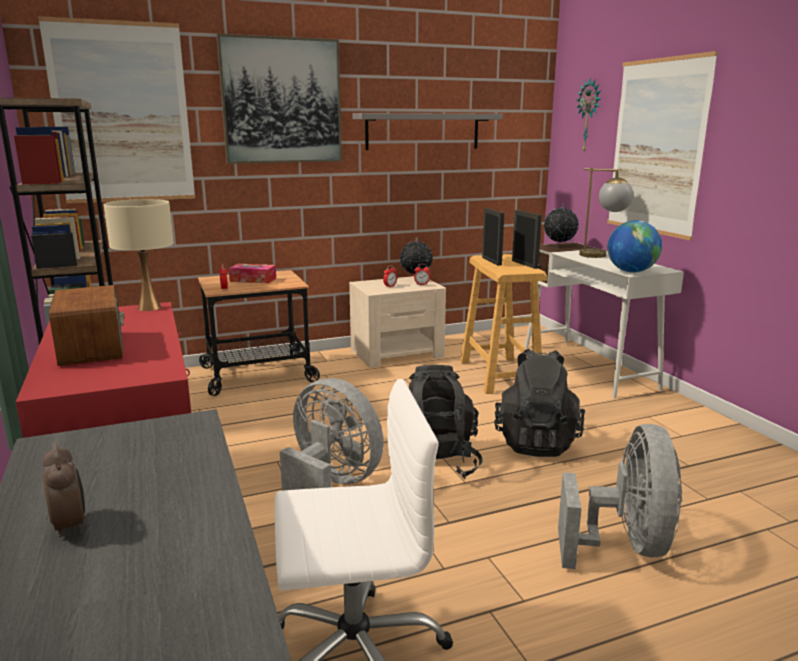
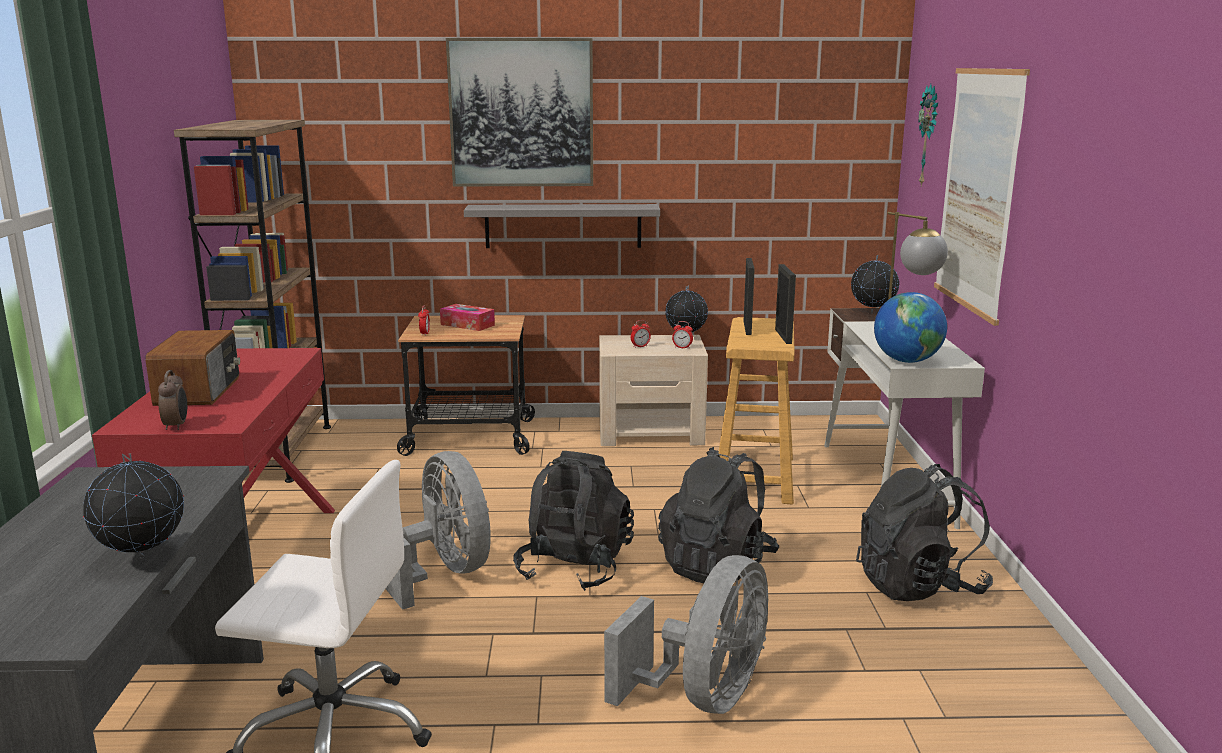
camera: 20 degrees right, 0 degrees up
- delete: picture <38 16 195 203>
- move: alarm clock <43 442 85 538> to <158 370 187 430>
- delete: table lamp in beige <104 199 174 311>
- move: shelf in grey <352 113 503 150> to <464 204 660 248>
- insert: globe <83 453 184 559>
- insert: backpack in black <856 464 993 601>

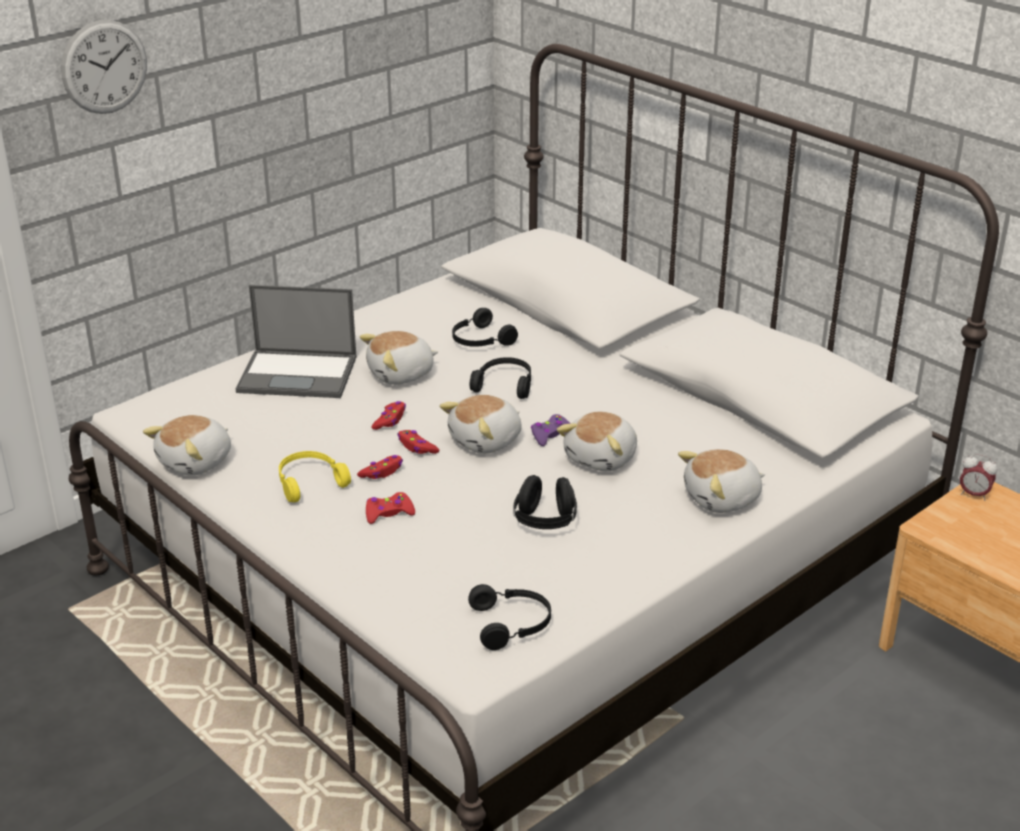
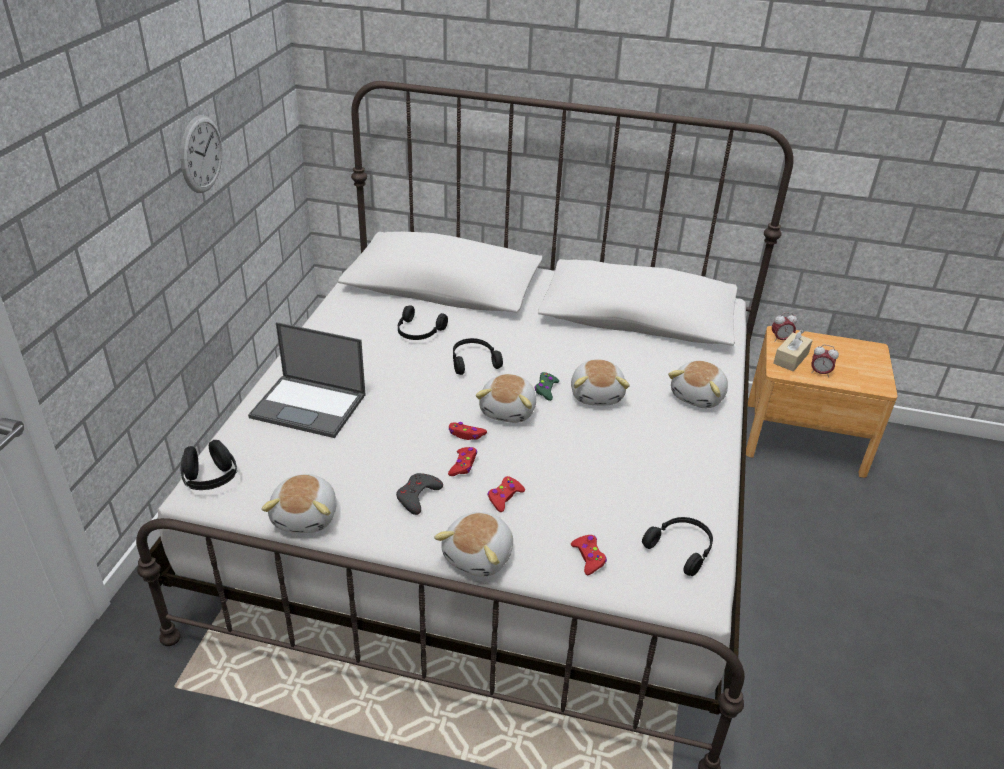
camera: 35 degrees left, 5 degrees up
- move: wall clock <61 20 147 114> to <180 115 223 193>
- rotate: laptop <235 285 356 398> = <248 322 365 438> 45 degrees clockwise
- replace: headphones in yellow <279 451 351 502> to game controller in grey <396 473 443 515>
- move: plush toy <360 331 438 385> to <434 512 513 577>
- move: game controller in red <371 401 406 430> to <571 535 607 575>
- move: headphones in black <514 475 577 529> to <181 440 237 490>
- recolor: game controller in purple <531 414 571 446> to game controller in green <535 372 559 401>
- insert: tissue box in beige <774 330 813 371>
- insert: alarm clock <811 345 839 377>

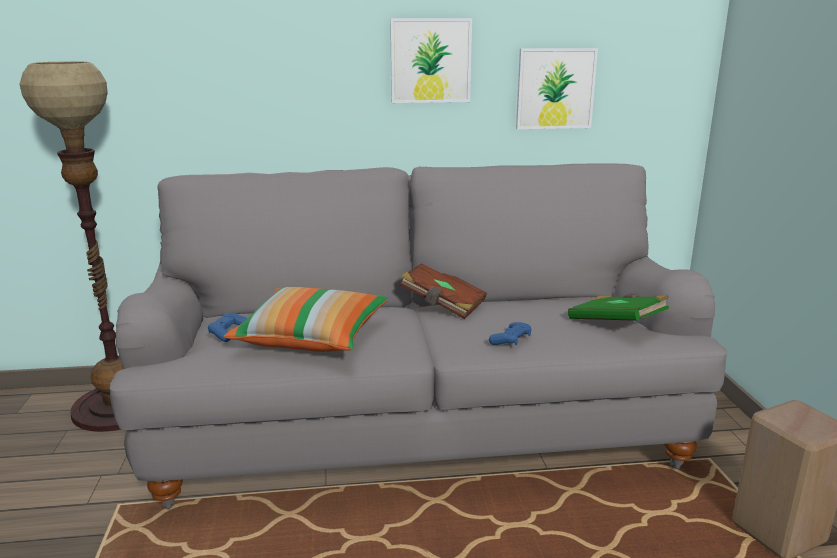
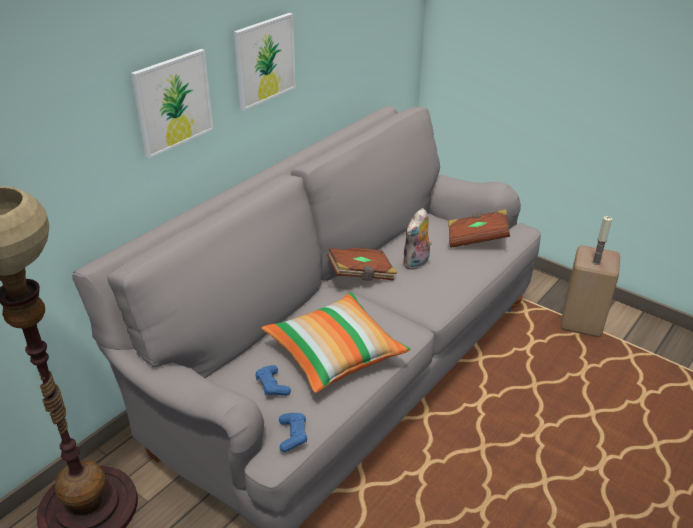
camera: 45 degrees left, 15 degrees up
- move: game controller in blue <489 322 531 345> to <279 413 307 452>
- move: picture <516 48 598 129> to <131 49 213 158>
- recolor: book in green <568 293 669 321> to book in brown <448 209 510 248>
- insert: plush toy <402 208 432 270>
- insert: candle <592 216 612 265>

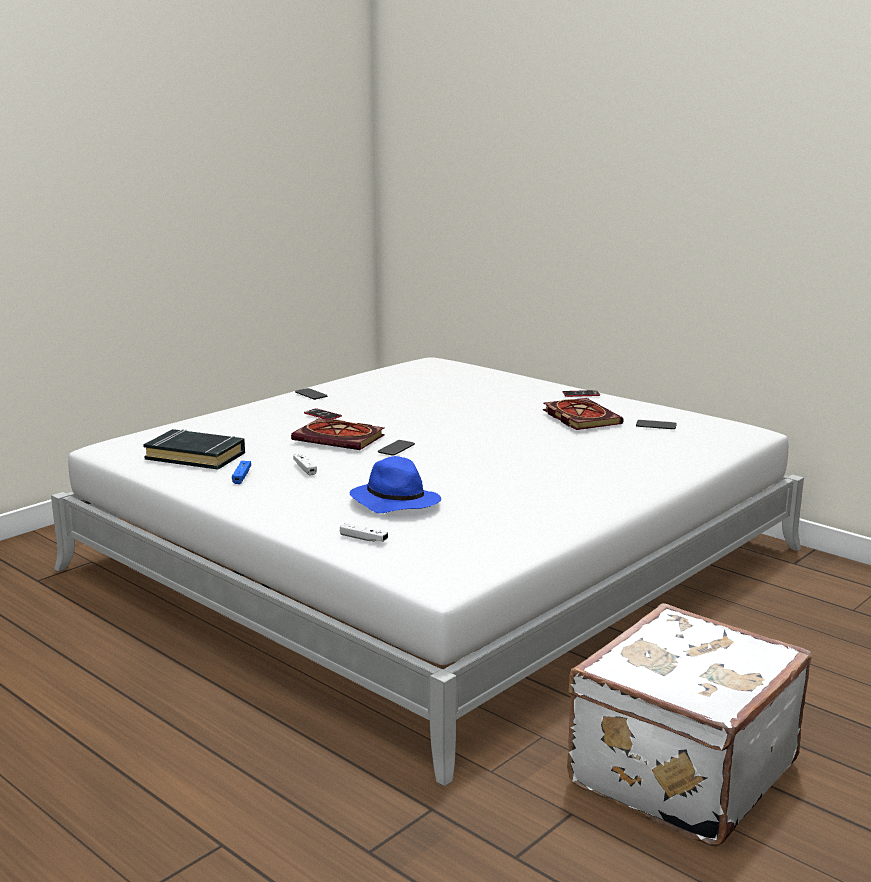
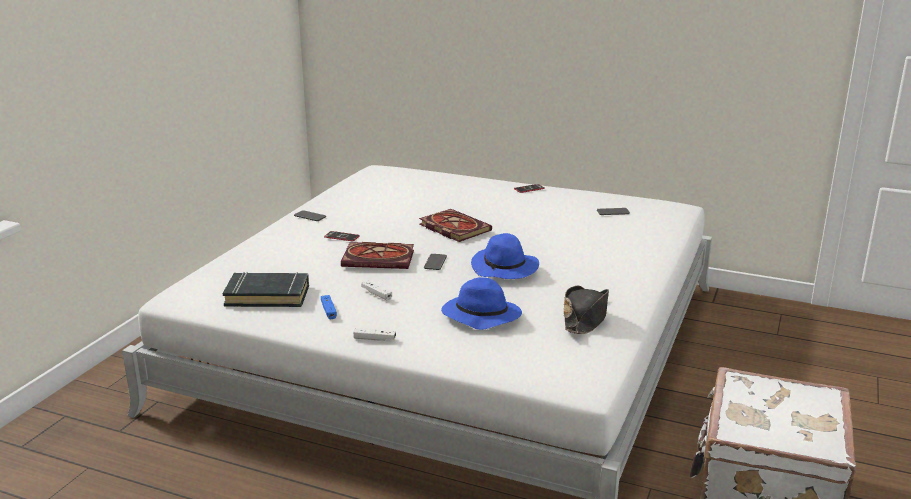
camera: 20 degrees left, 5 degrees up
- move: game controller in white <340 523 388 542> to <353 328 396 341>
- move: book <543 398 624 430> to <419 209 492 242>
- insert: hat in blue <471 233 539 279>
- insert: hat in black <563 285 609 334>

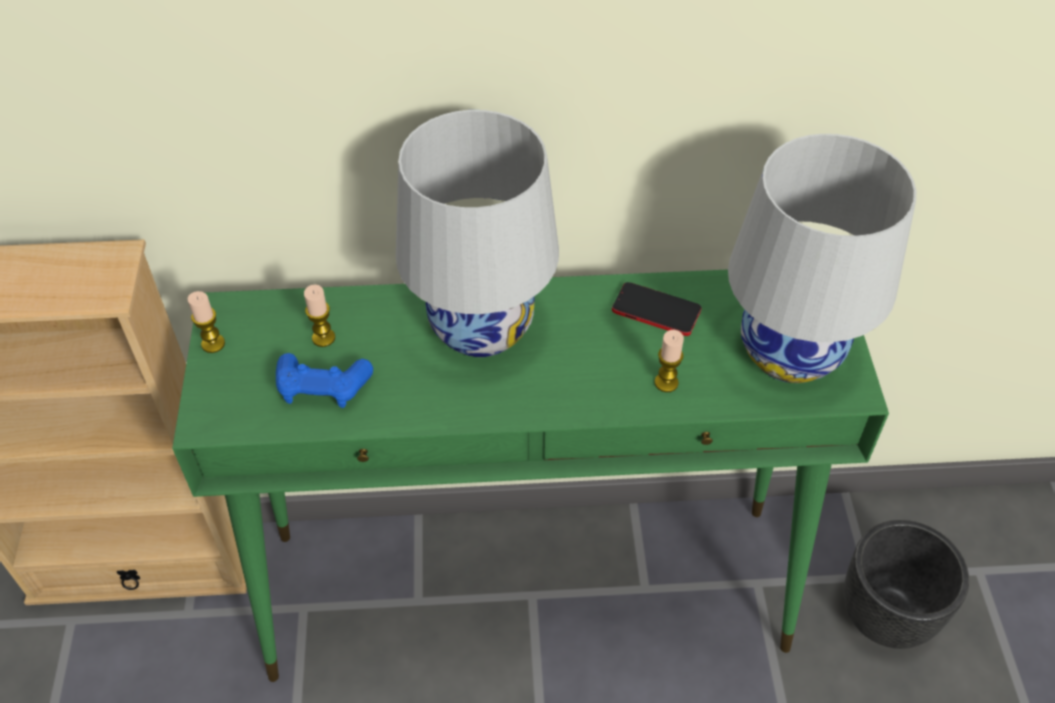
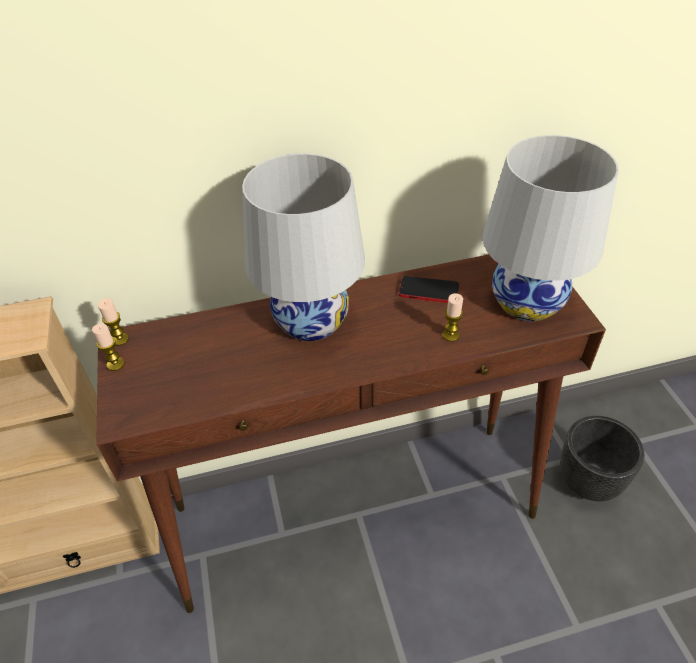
camera: 10 degrees left, 5 degrees down
- recolor: console table in green <172 270 889 682> to console table in brown <96 254 606 613>
- delete: game controller in blue <276 353 373 408>
- move: candle <304 284 335 347> to <98 298 129 346>

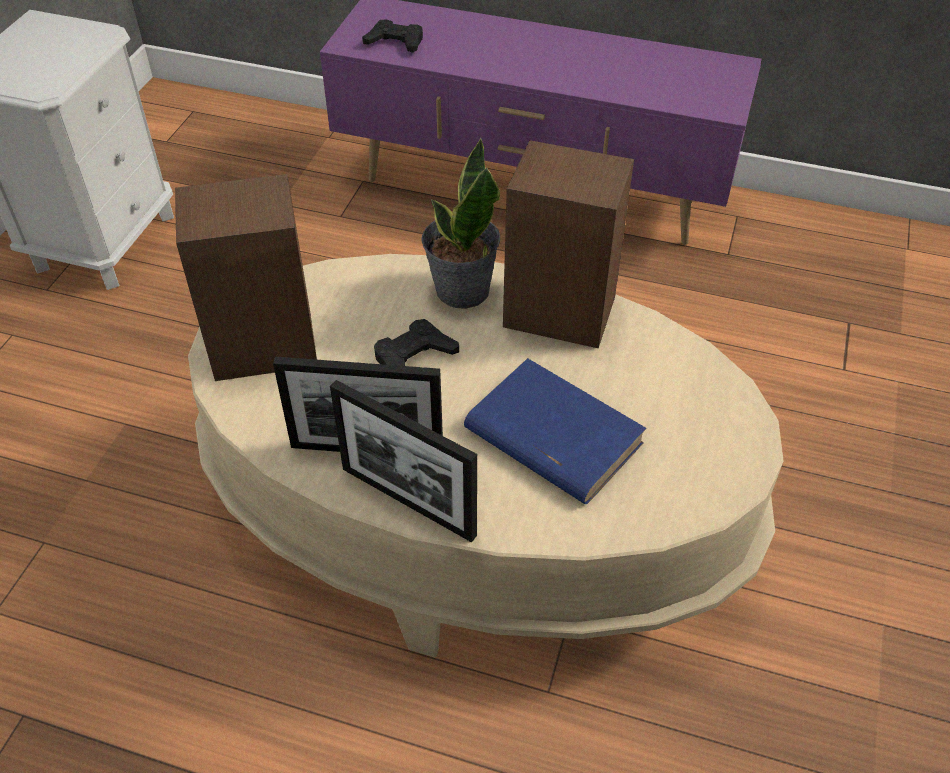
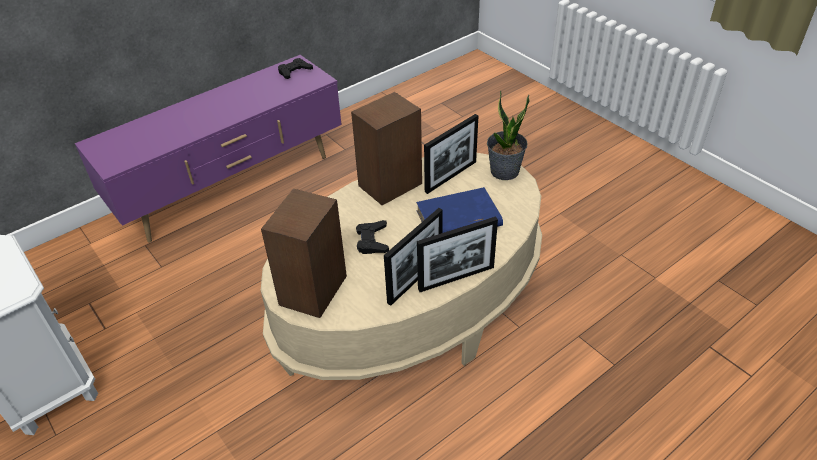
camera: 55 degrees left, 5 degrees down
- move: game controller in black <362 19 423 53> to <278 58 313 79>
- move: potted plant <421 137 500 309> to <487 90 530 180>
- insert: picture frame <424 114 478 194>

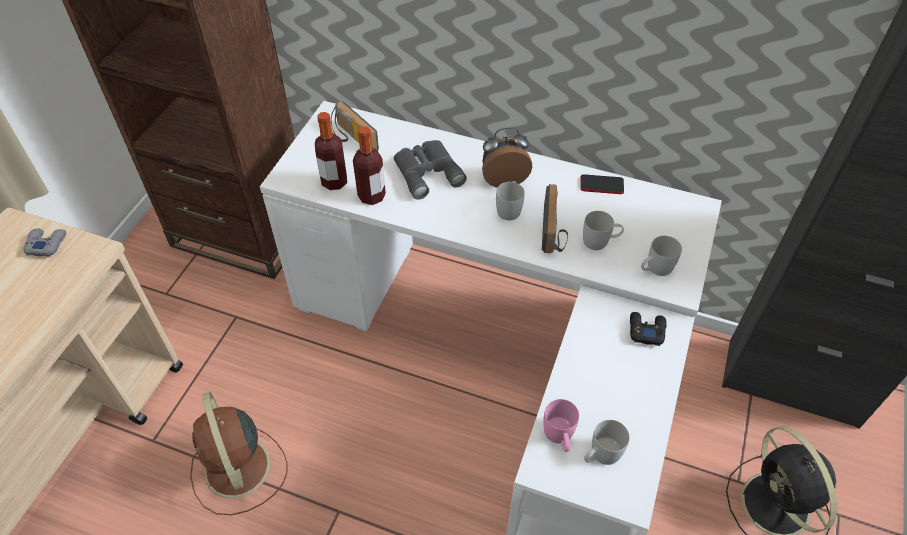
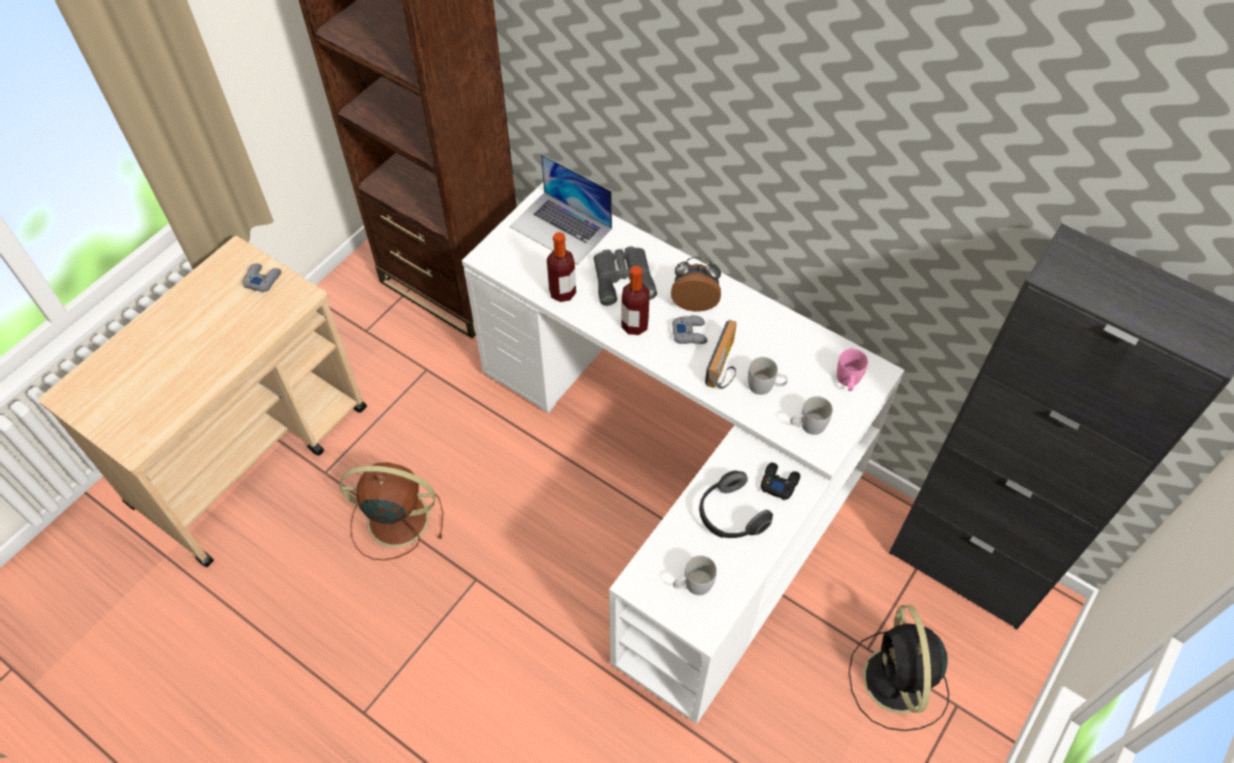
camera: 15 degrees right, 5 degrees up
- rotate: fan in brown <190 392 288 515> = <340 462 443 560> 105 degrees clockwise
- move: bottle <315 112 347 190> to <621 266 650 335>
- replace: radio <331 101 379 151> to laptop <510 154 612 265>
- replace: mug in white <496 181 525 220> to game controller in grey <672 315 708 344>
- move: mug in pink <543 399 579 452> to <837 349 868 391>
- delete: phone <580 174 624 194>
- insert: headphones <699 470 773 538>

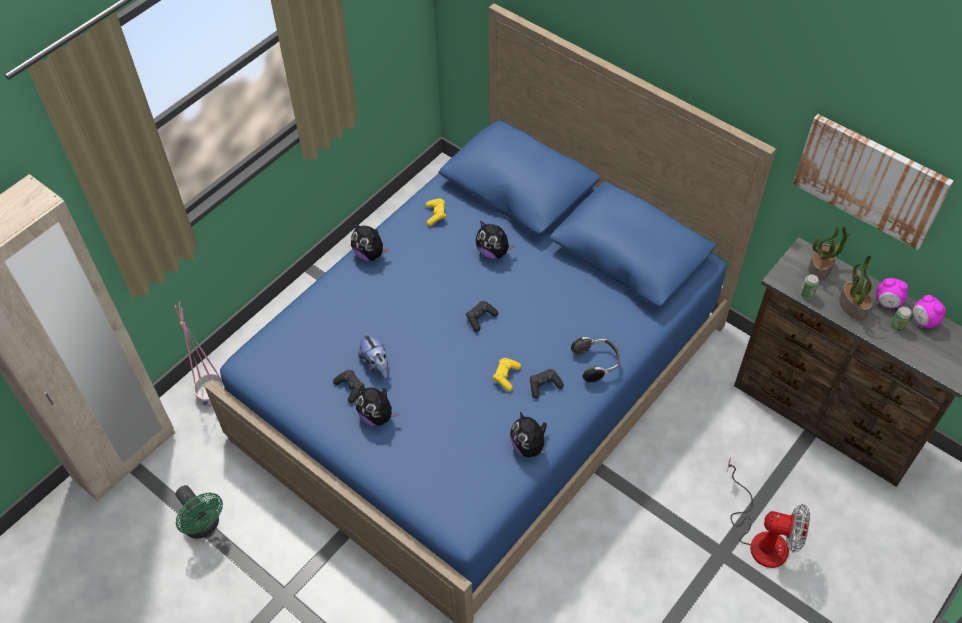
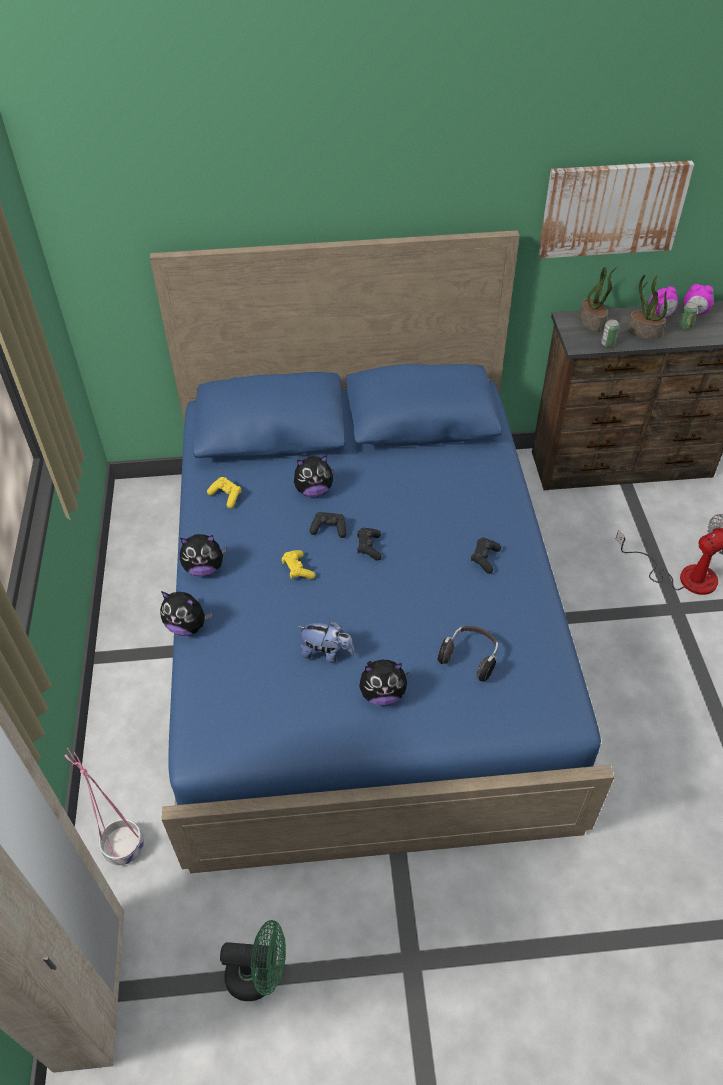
camera: 45 degrees left, 5 degrees down
- move: game controller in black <333 370 365 403> to <310 512 346 538>
- move: game controller in yellow <493 358 521 391> to <282 550 315 579>
- move: plush toy <510 412 549 458> to <160 591 212 636>
- move: headphones <571 337 620 383> to <438 626 498 682>

